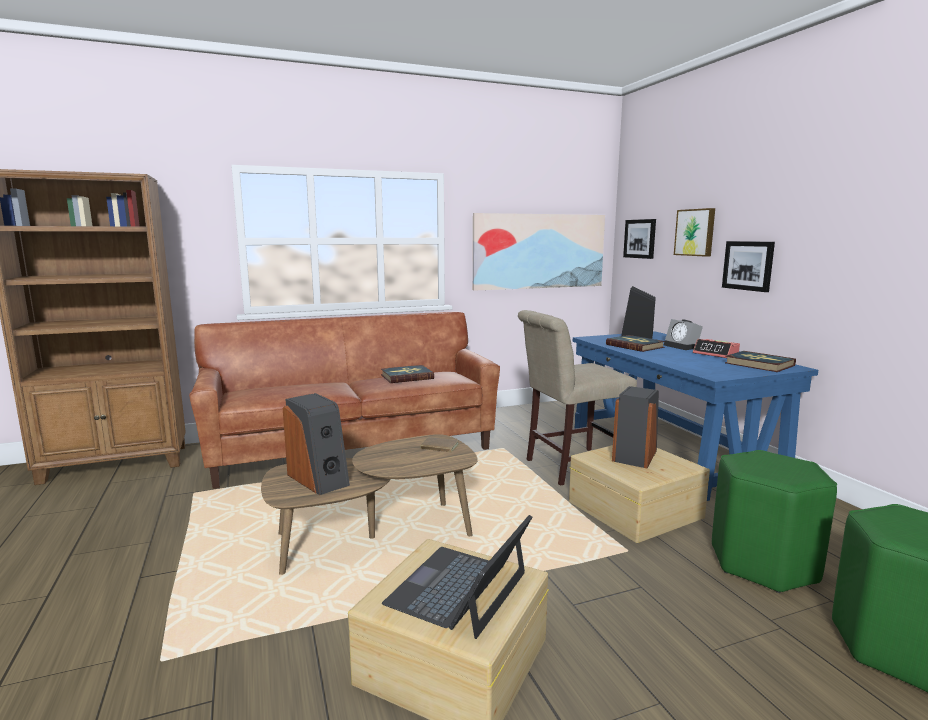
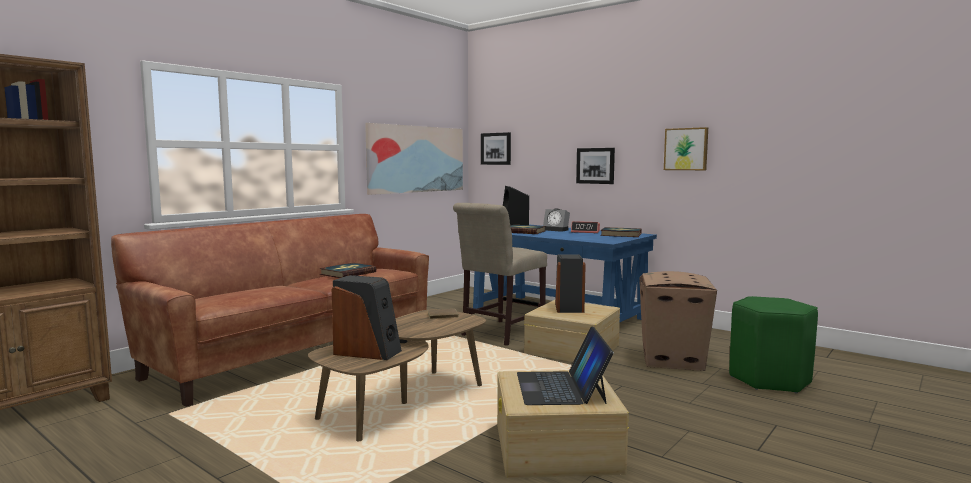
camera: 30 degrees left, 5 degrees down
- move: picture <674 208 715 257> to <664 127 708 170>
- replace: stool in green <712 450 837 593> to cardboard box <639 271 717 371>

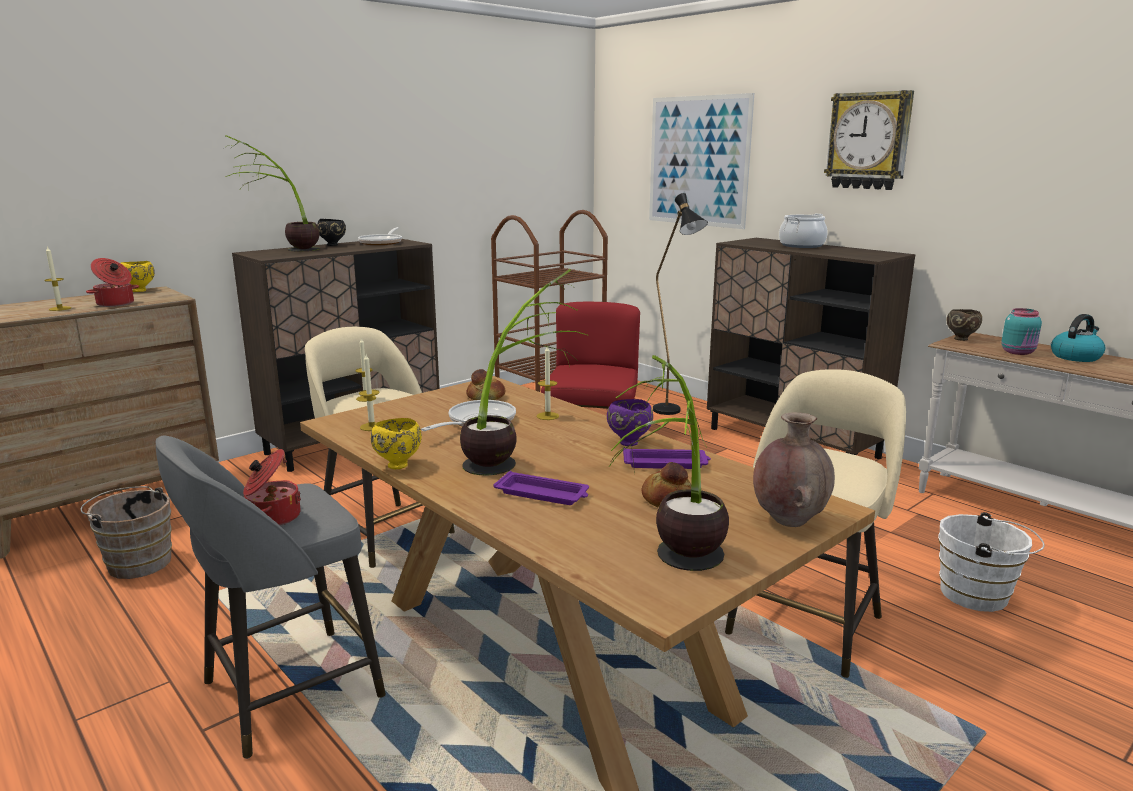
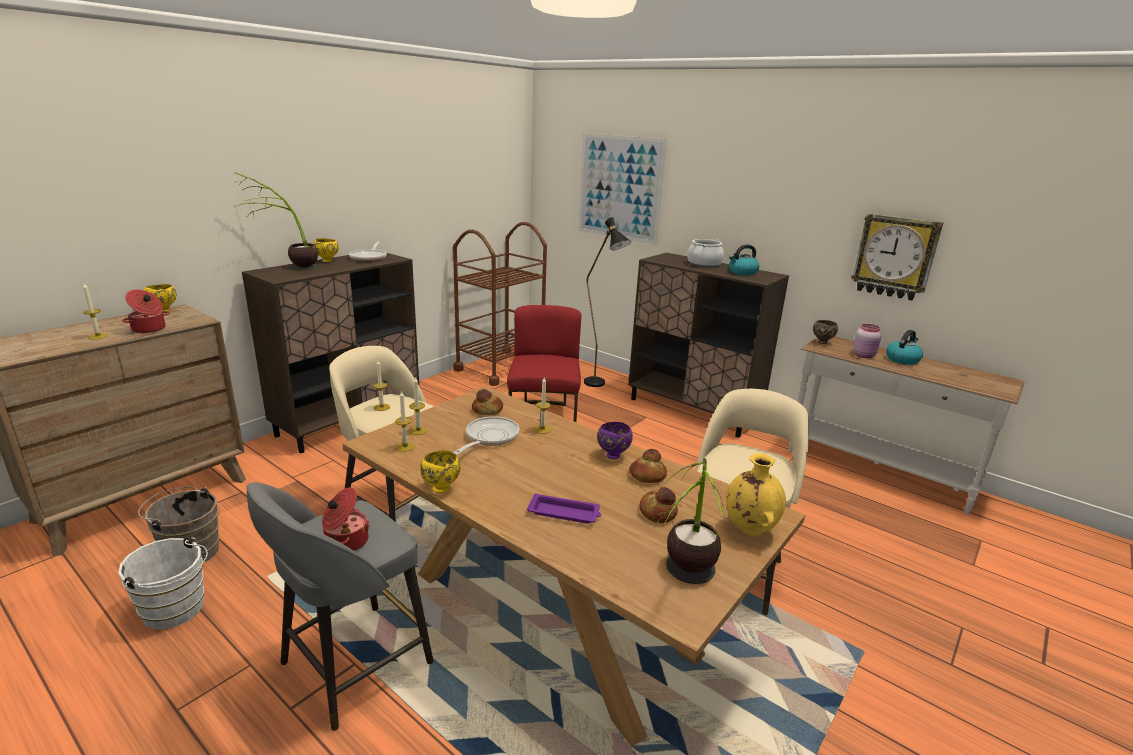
camera: 10 degrees left, 5 degrees up
- recolor: bowl in black <317 219 346 246> to bowl in yellow <314 238 339 262>
- delete: potted plant <460 269 589 476>
- replace: tray in purple <623 448 711 469> to bread <629 449 667 483>
- recolor: vase in brown <753 412 835 527> to vase in yellow <726 454 786 536>
- move: wall clock <824 90 914 190> to <851 213 943 301>
- move: bucket in white <938 512 1045 612> to <118 536 208 629>
- recolor: jar in turquoise <1001 308 1042 355> to jar in pink <853 324 881 358>
- insert: candle <409 377 428 435>
- insert: kettle <729 244 759 275>

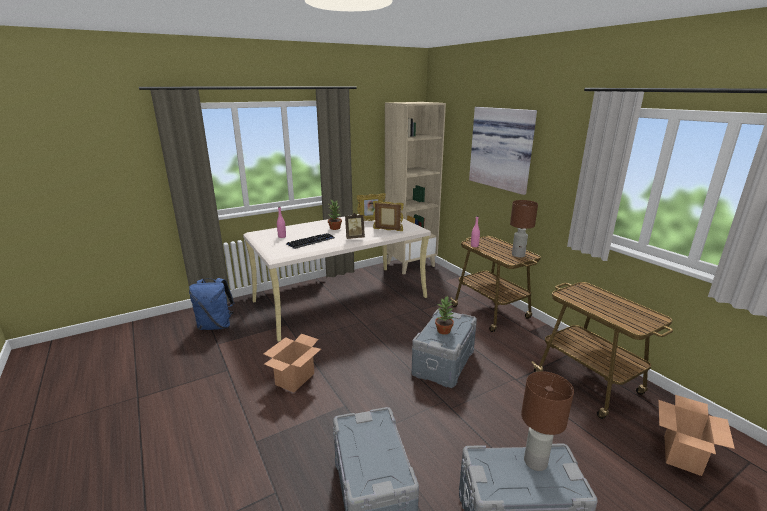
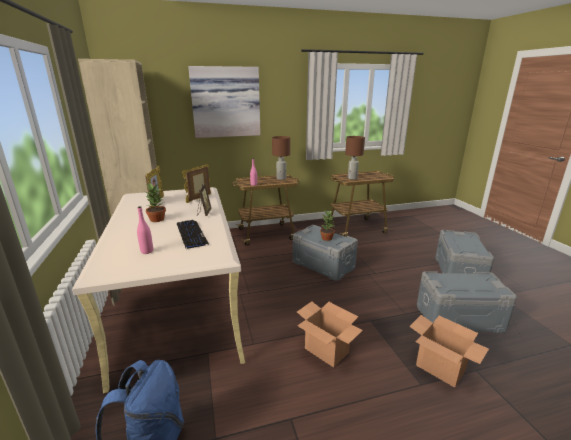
camera: 75 degrees left, 0 degrees up
- move: table lamp in brown <521 371 574 471> to <345 136 365 179>
- move: cardboard box <658 395 735 476> to <409 315 489 388>

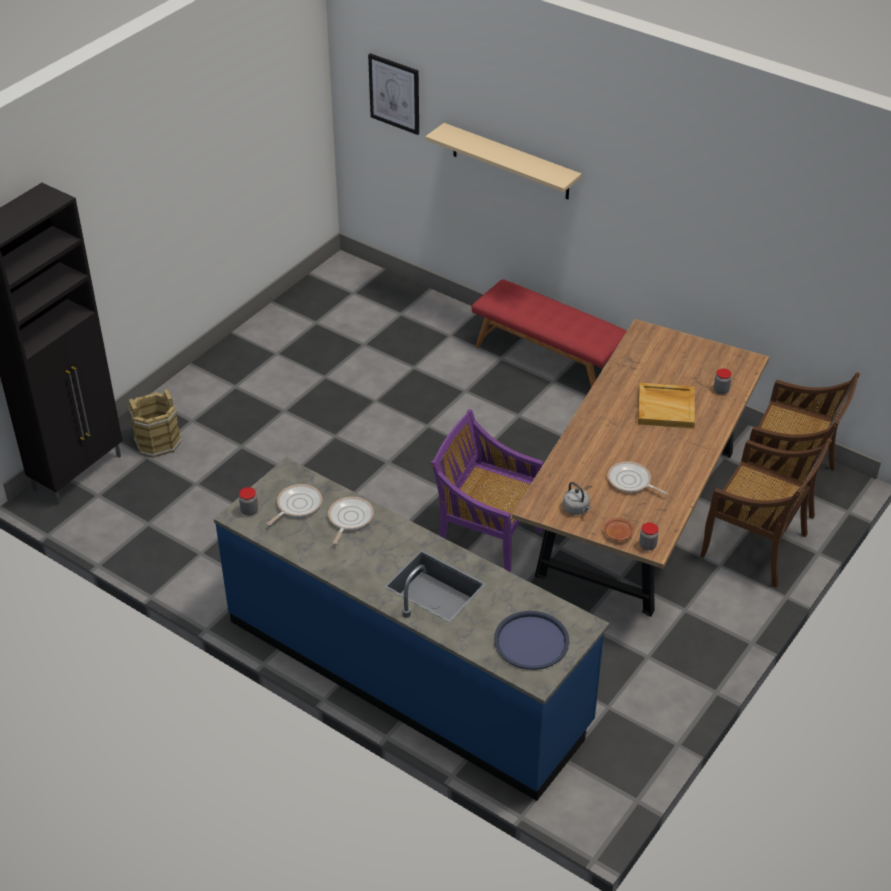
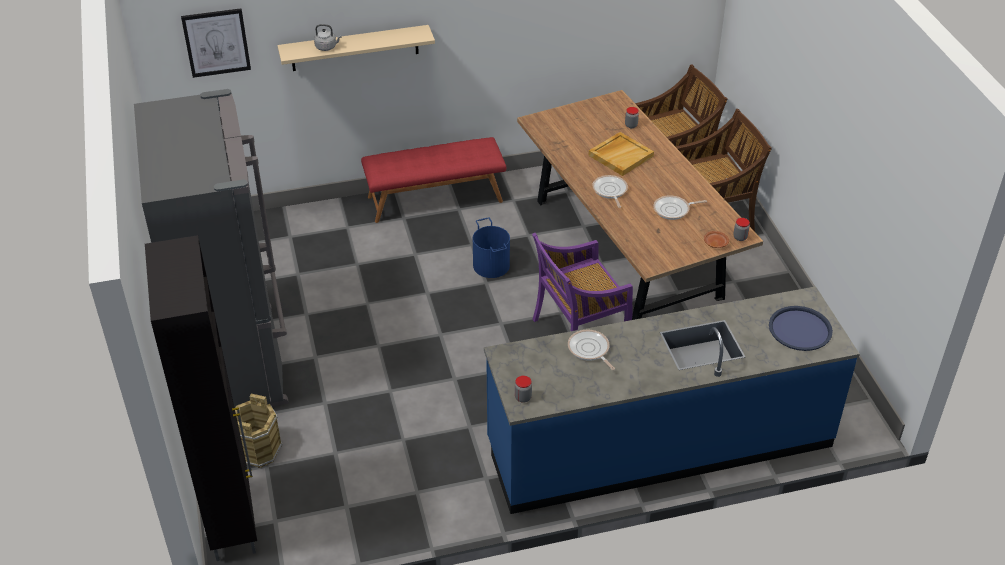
camera: 50 degrees left, 0 degrees up
- move: frying pan <267 484 322 525> to <592 175 628 208>
- move: kettle in grey <563 482 591 515> to <314 24 341 51>
- insert: fridge in grey <134 89 289 408>
- insert: bucket in blue <473 218 510 278>

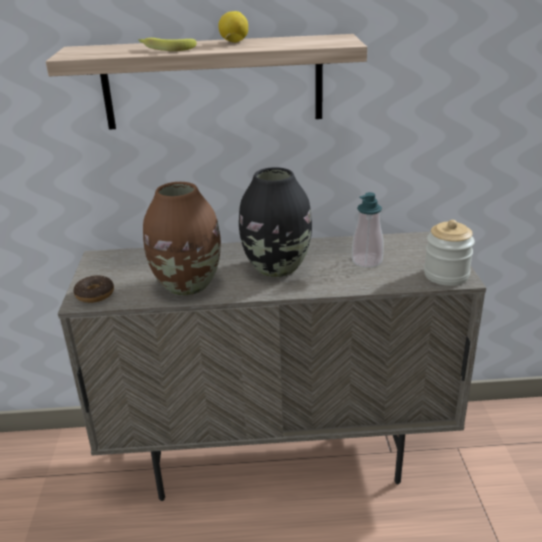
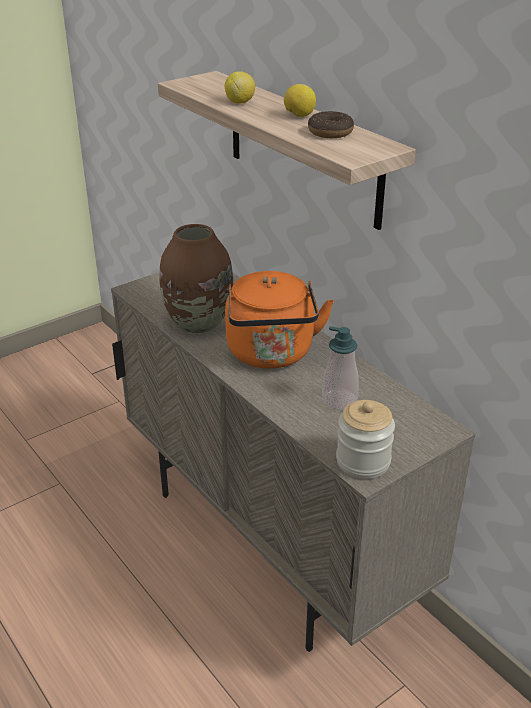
camera: 55 degrees right, 5 degrees up
- move: donut <73 275 114 303> to <308 111 354 138>
- replace: banana <138 38 196 51> to lemon <225 71 255 104>
- replace: vase in black <239 167 312 277> to kettle in orange <225 271 334 369>

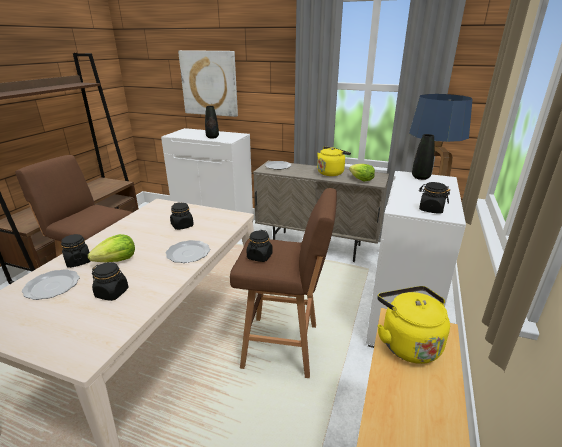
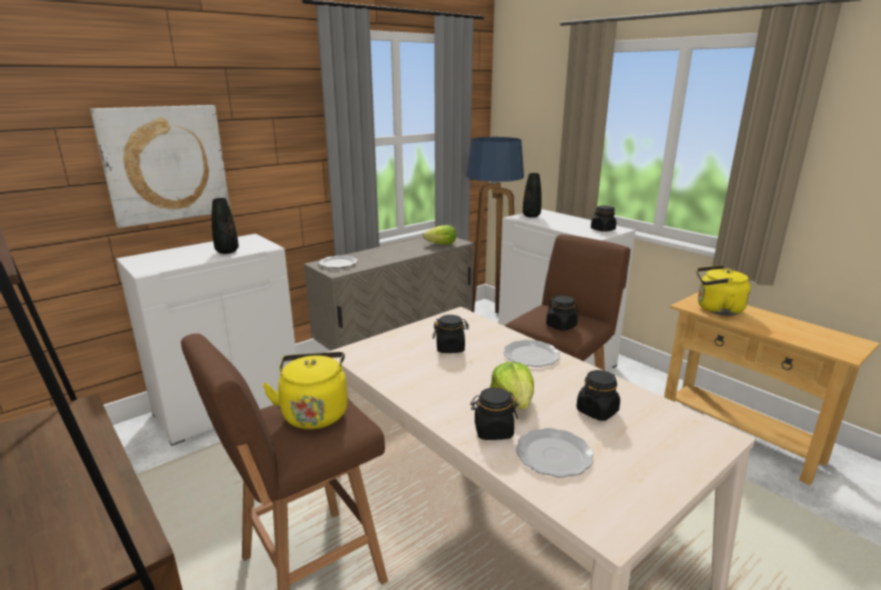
camera: 60 degrees left, 5 degrees down
- move: kettle in yellow <317 147 351 176> to <262 352 348 429>

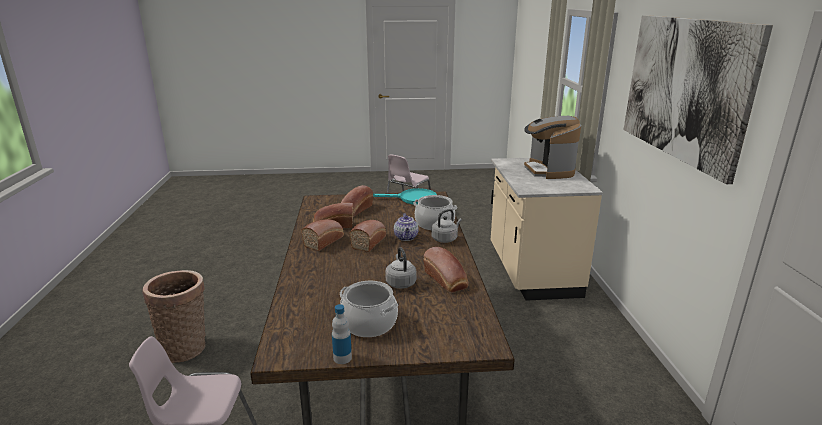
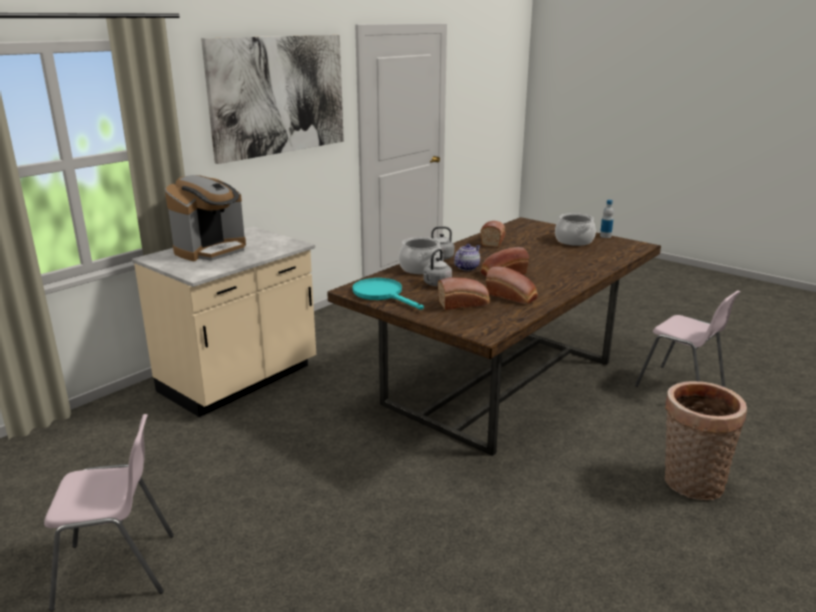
camera: 135 degrees left, 0 degrees up
- delete: bread <301 219 344 251>
- move: kettle in grey <385 247 417 289> to <423 249 452 286>

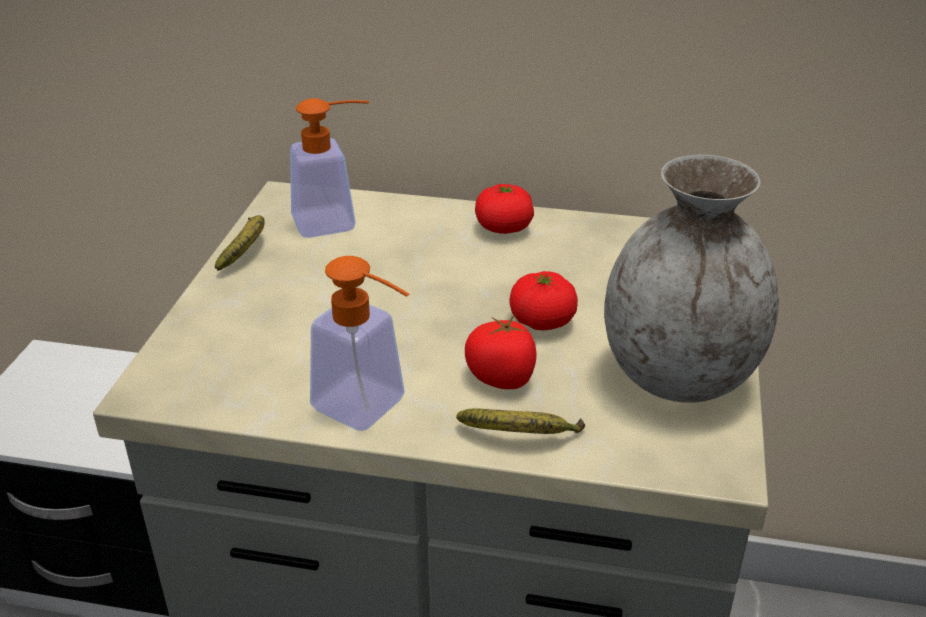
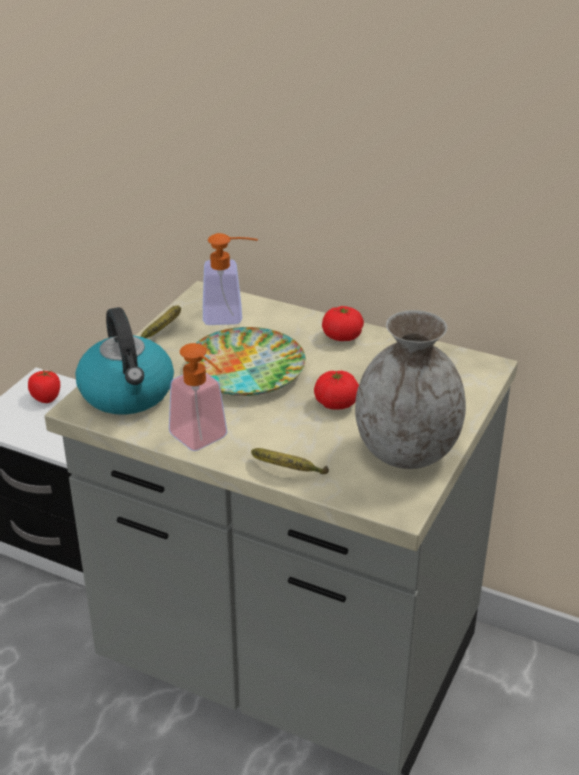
camera: 15 degrees right, 0 degrees up
- move: tomato <465 316 537 389> to <28 370 60 403>
- insert: kettle <76 307 174 415>
- insert: plate <186 327 306 396>

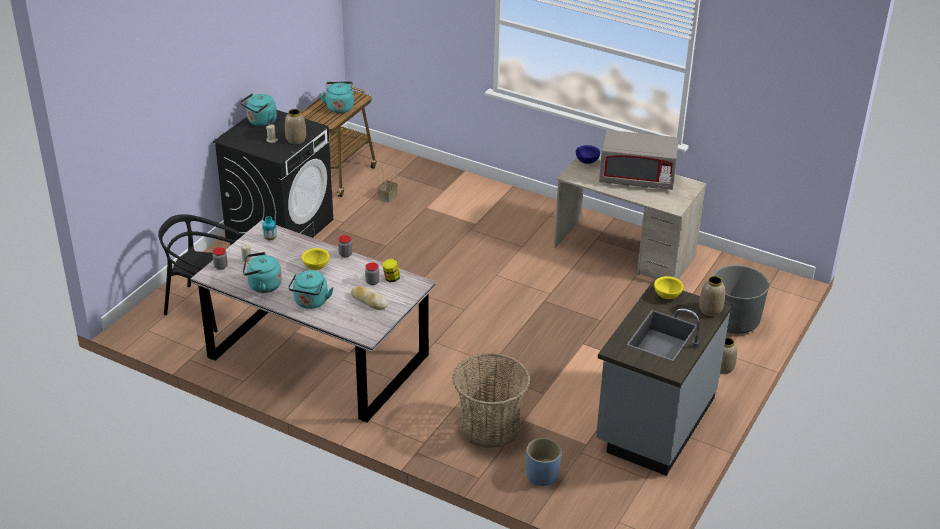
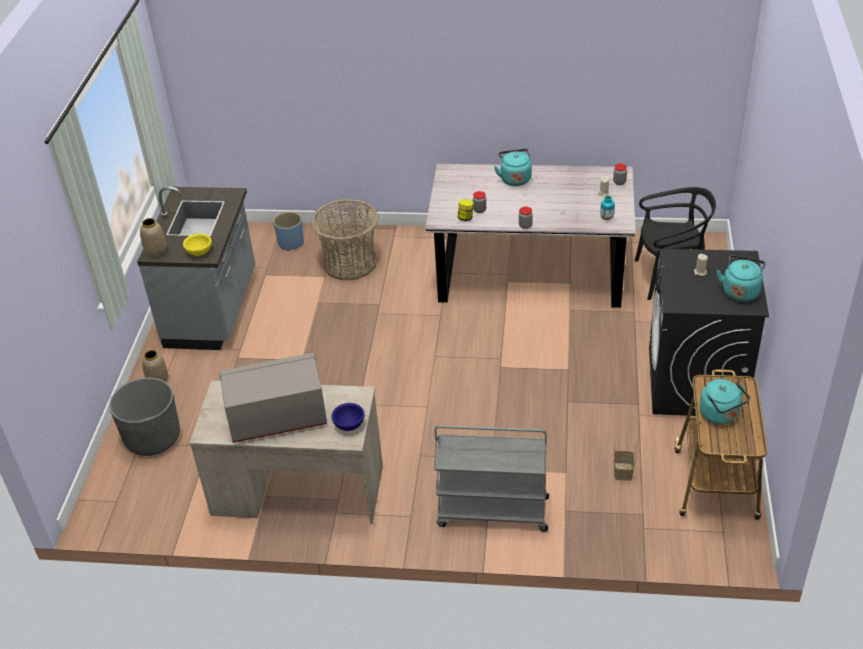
camera: 160 degrees right, 5 degrees up
- delete: kettle in turquoise <243 252 282 293>
- delete: vase <285 109 306 144>
- delete: bowl in yellow <302 248 330 270>
- delete: bread <351 286 388 310>
- insert: cart in grey <434 425 549 532>

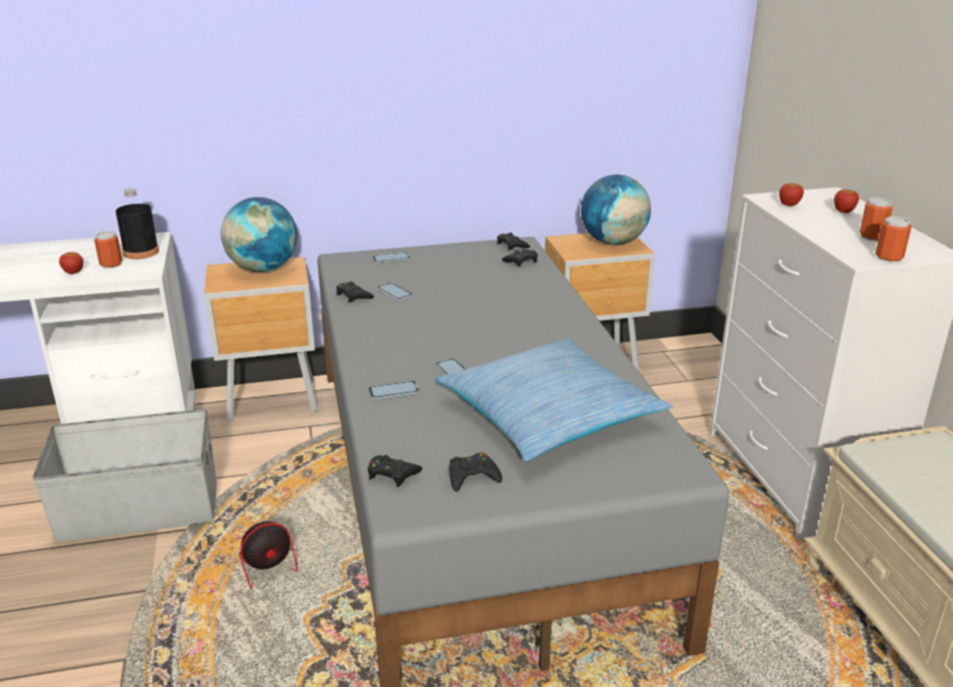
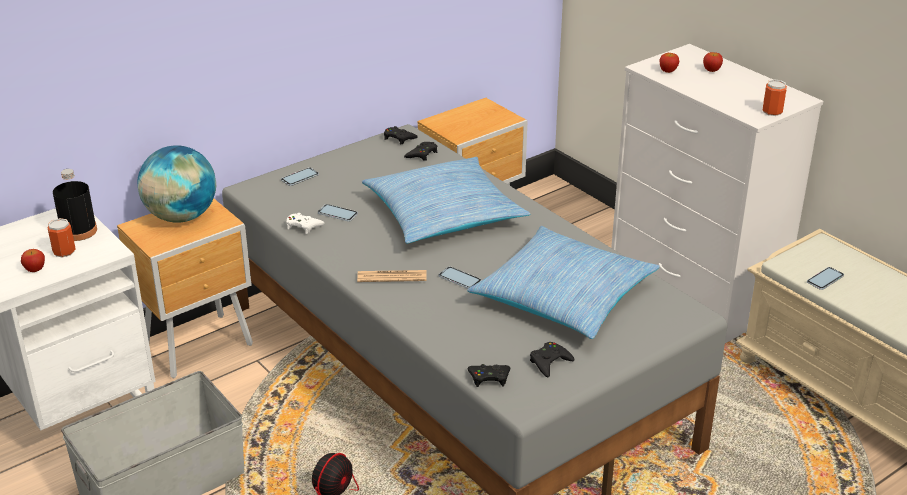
camera: 25 degrees left, 5 degrees up
- recolor: game controller in black <336 281 374 302> to game controller in white <286 213 325 234>
- move: phone <368 381 419 400> to <807 267 844 290>
- delete: globe <581 175 651 245>
- delete: can <860 197 893 241>
- insert: newspaper <357 270 427 282>
- insert: pillow <362 157 531 243>

